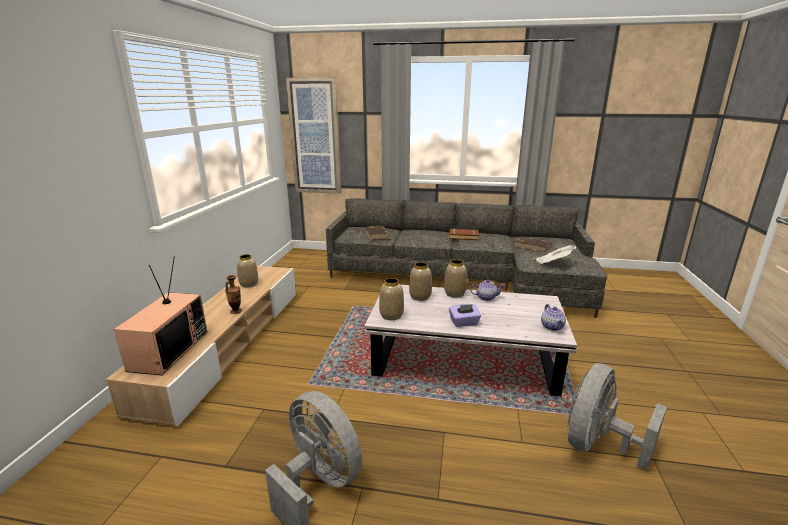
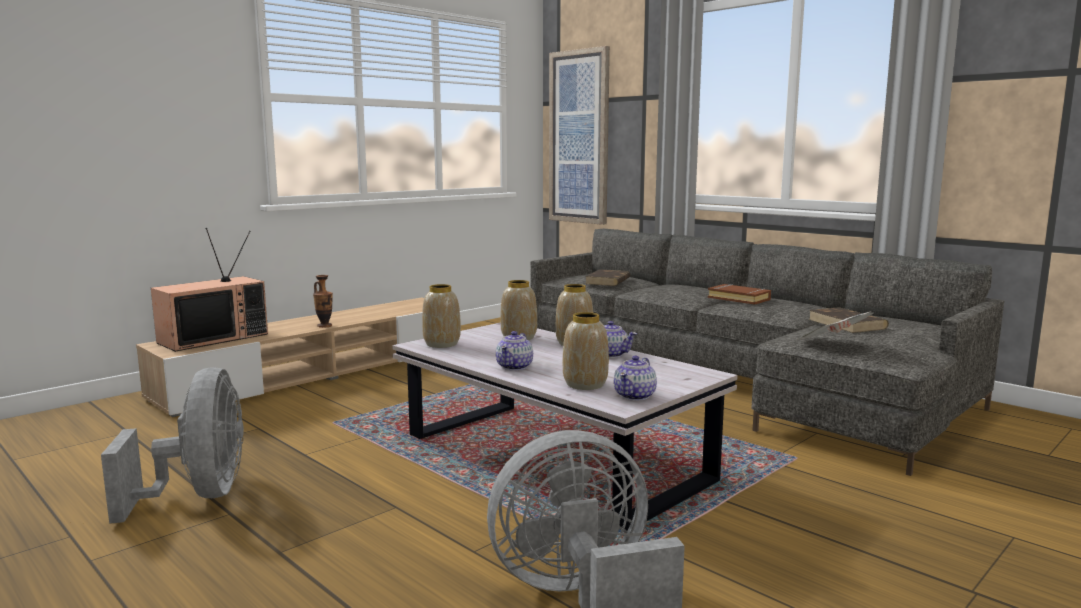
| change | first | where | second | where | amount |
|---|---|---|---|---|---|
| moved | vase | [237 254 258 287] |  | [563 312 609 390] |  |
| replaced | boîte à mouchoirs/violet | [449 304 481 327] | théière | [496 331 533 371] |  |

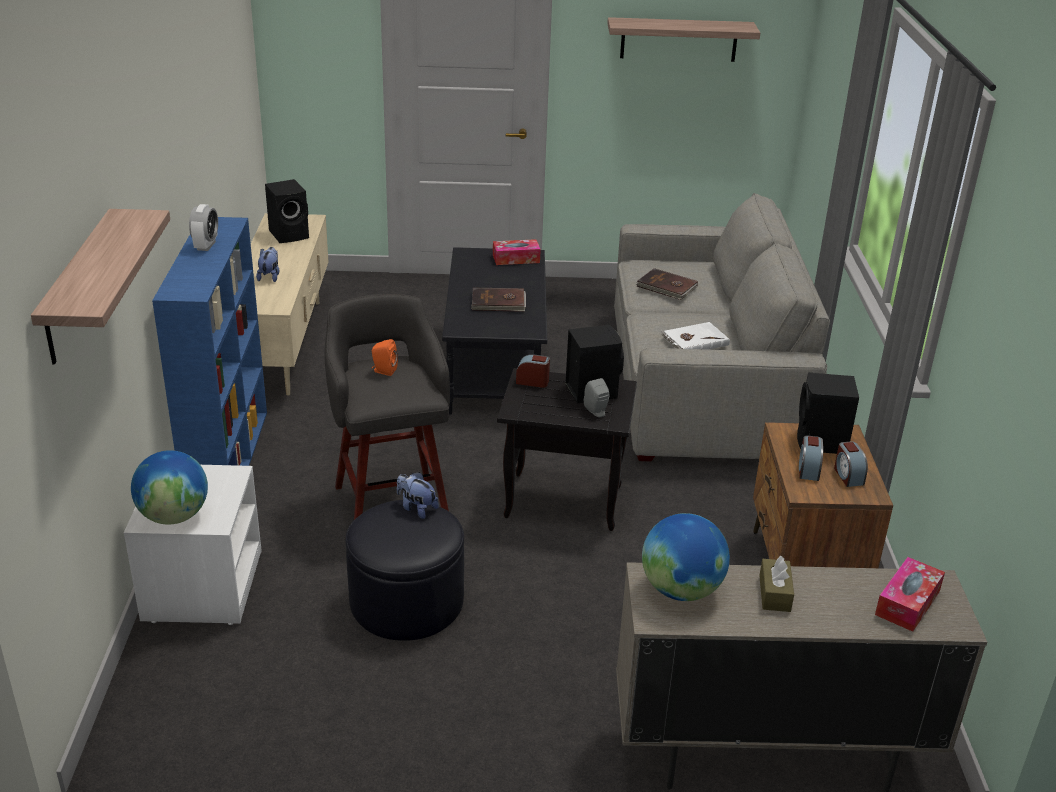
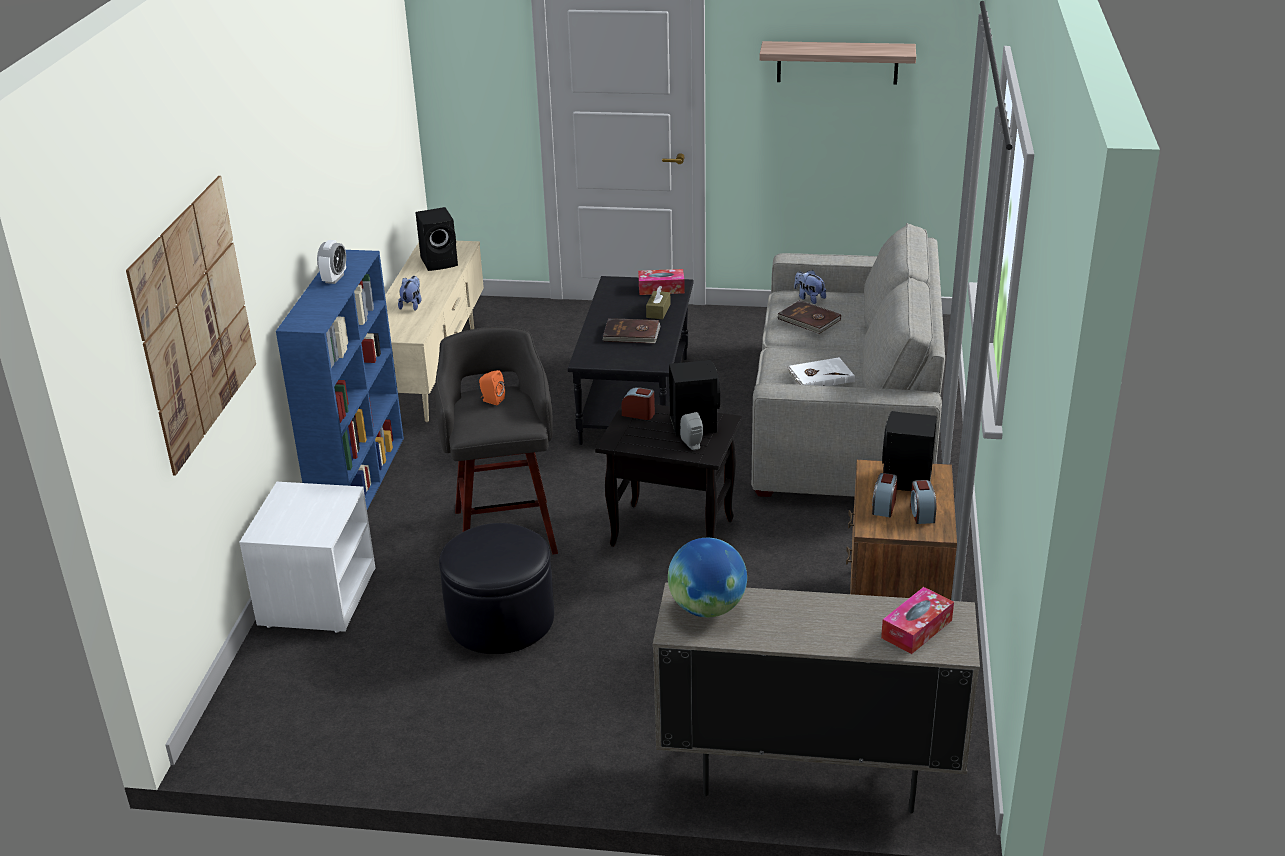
| change | first | where | second | where | amount |
|---|---|---|---|---|---|
| removed | globe | [131 450 208 525] |  |  |  |
| moved | peluche | [397 472 439 519] |  | [794 270 826 304] |  |
| moved | boîte à mouchoirs/marron | [759 556 794 612] |  | [646 286 671 319] |  |
| replaced | étagère | [31 209 170 364] | tableau | [126 176 256 476] |  |

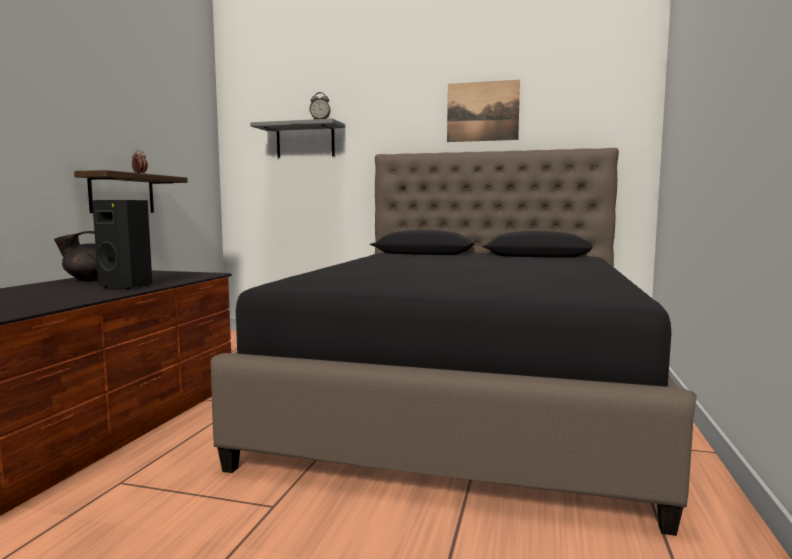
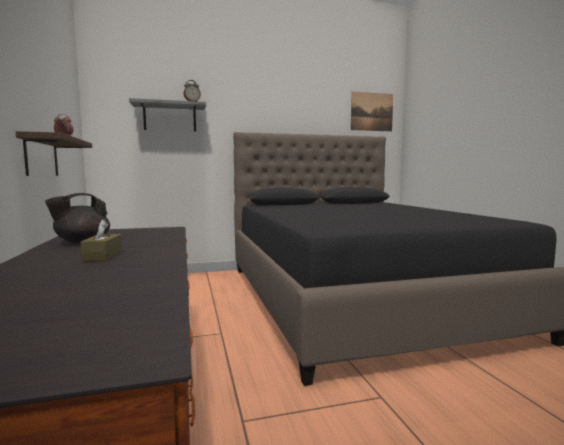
| change | first | where | second | where | amount |
|---|---|---|---|---|---|
| removed | enceinte/noir | [92 200 152 289] |  |  |  |
| added |  |  | boîte à mouchoirs/marron | [80 219 122 261] |  |
| moved | tableau | [447 80 520 142] |  | [351 92 393 132] |  |

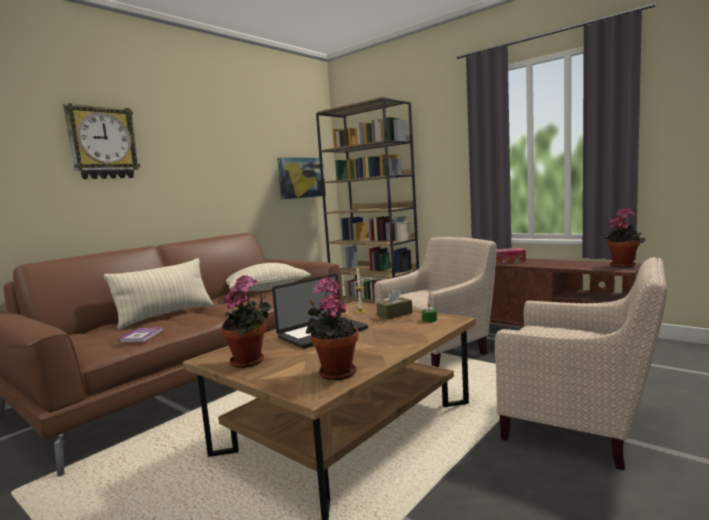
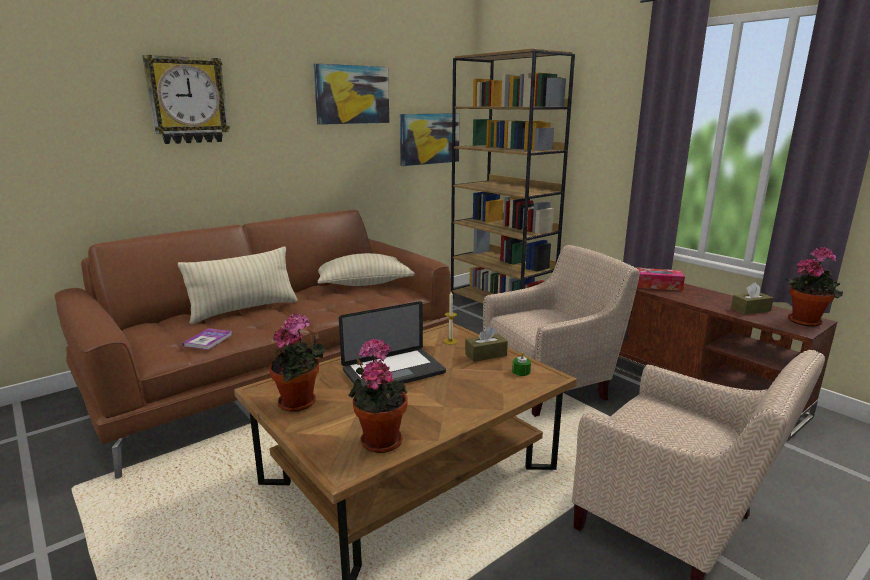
| change | first | where | second | where | amount |
|---|---|---|---|---|---|
| added |  |  | tableau | [313 63 390 125] |  |
| added |  |  | boîte à mouchoirs/marron | [731 282 774 315] |  |

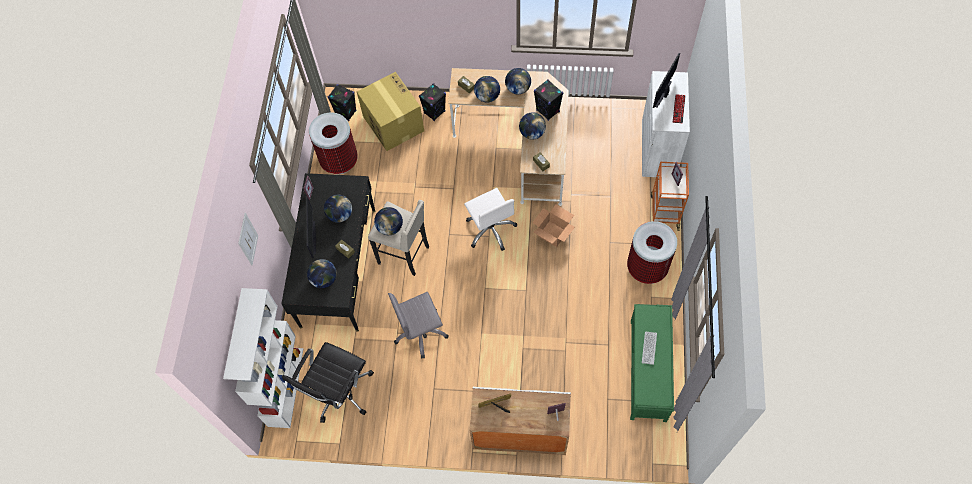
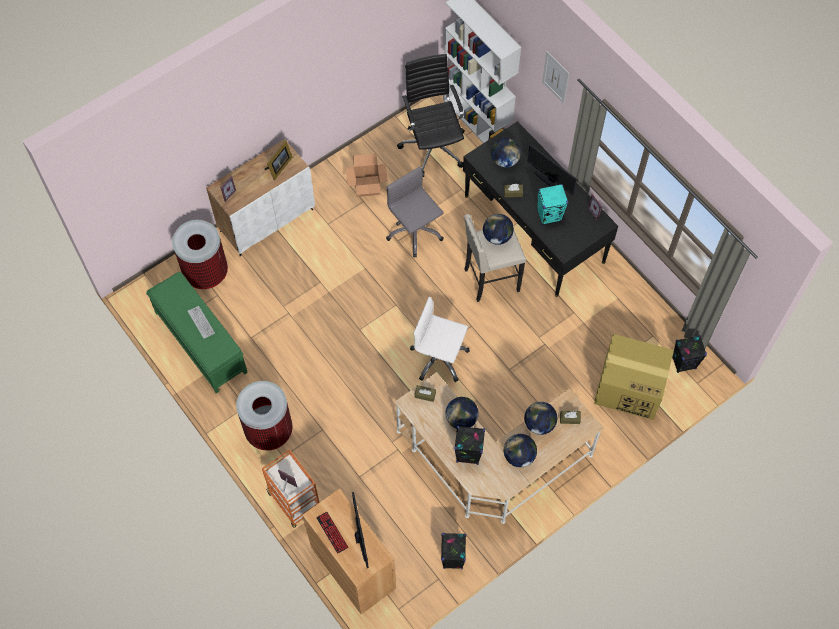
| change | first | where | second | where | amount |
|---|---|---|---|---|---|
| moved | poubelle | [309 113 358 174] |  | [172 220 228 289] |  |
| moved | enceinte/noir | [419 83 446 121] |  | [441 533 466 569] |  |
| moved | carton | [533 205 575 247] |  | [346 154 388 197] |  |
| replaced | globe | [324 195 352 223] | enceinte/turquoise | [537 184 568 225] |  |
| recoloured | meuble de rangement/blanc | [642 71 690 177] | meuble de rangement/marron | [303 488 396 615] |  |
| turned | chaise de bureau/gris | [388 292 449 359] |  | [386 166 444 257] | 60 degrees counterclockwise |

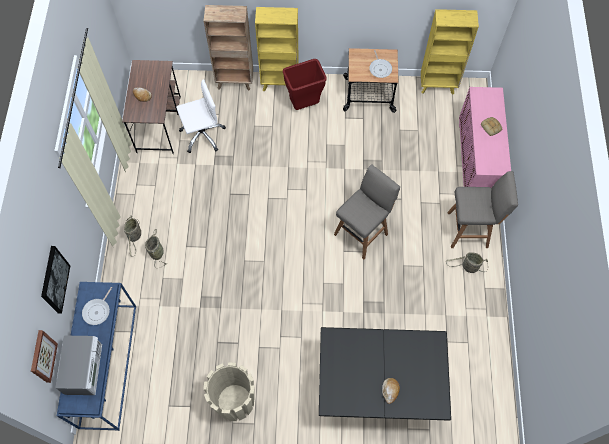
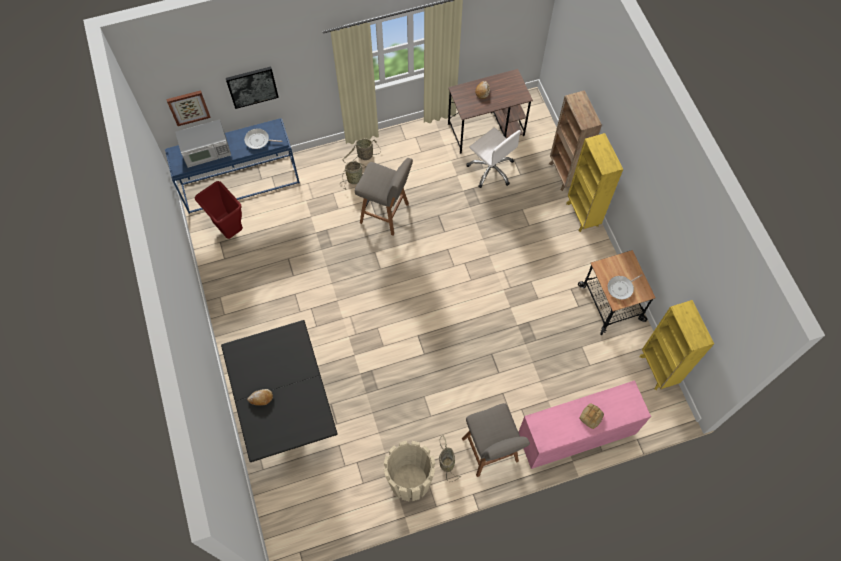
| change | first | where | second | where | amount |
|---|---|---|---|---|---|
| moved | cache-pot/beige | [203 362 254 421] |  | [384 441 435 501] |  |
| moved | poubelle/rouge | [283 59 327 110] |  | [195 181 243 239] |  |
| moved | tabouret/gris | [334 164 400 259] |  | [355 158 413 236] |  |

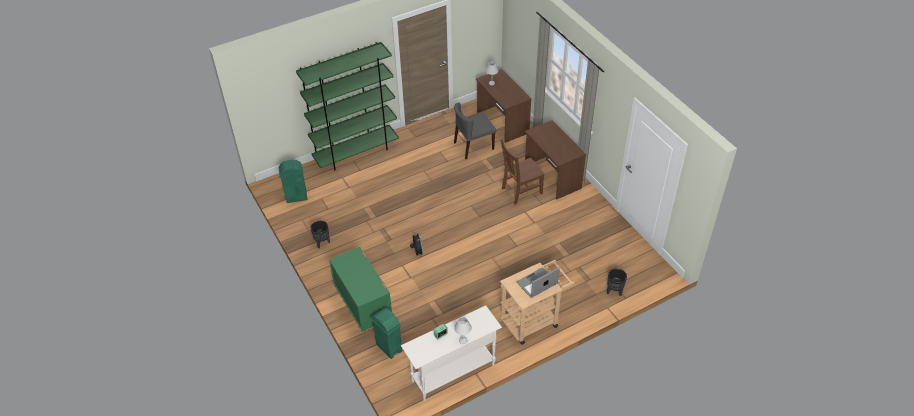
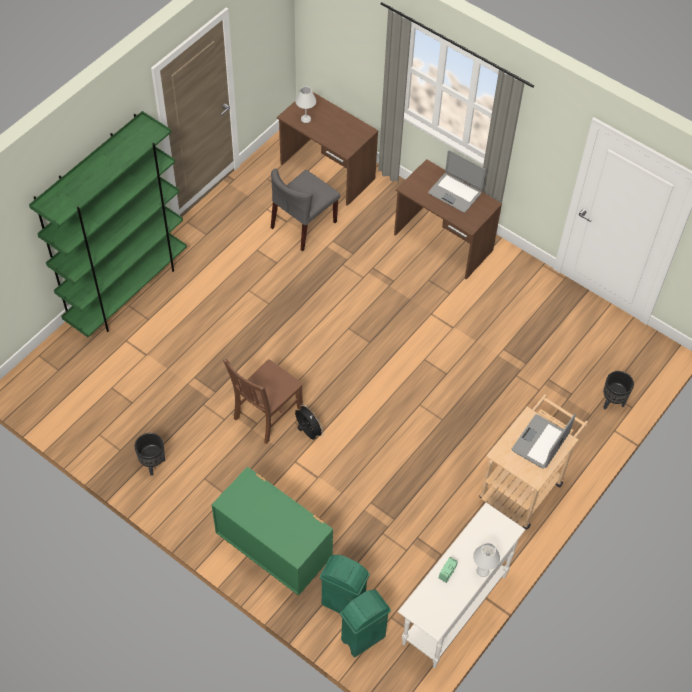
| change | first | where | second | where | amount |
|---|---|---|---|---|---|
| added |  |  | ordinateur portable | [428 150 486 213] |  |
| moved | poubelle/vert | [279 160 308 203] |  | [340 589 391 657] |  |
| moved | chaise/marron | [501 140 544 205] |  | [223 359 303 444] |  |

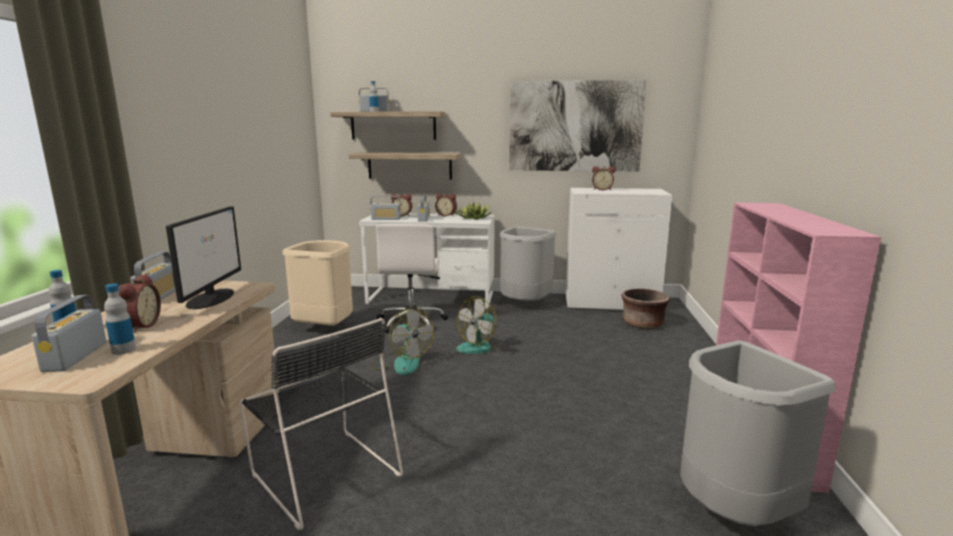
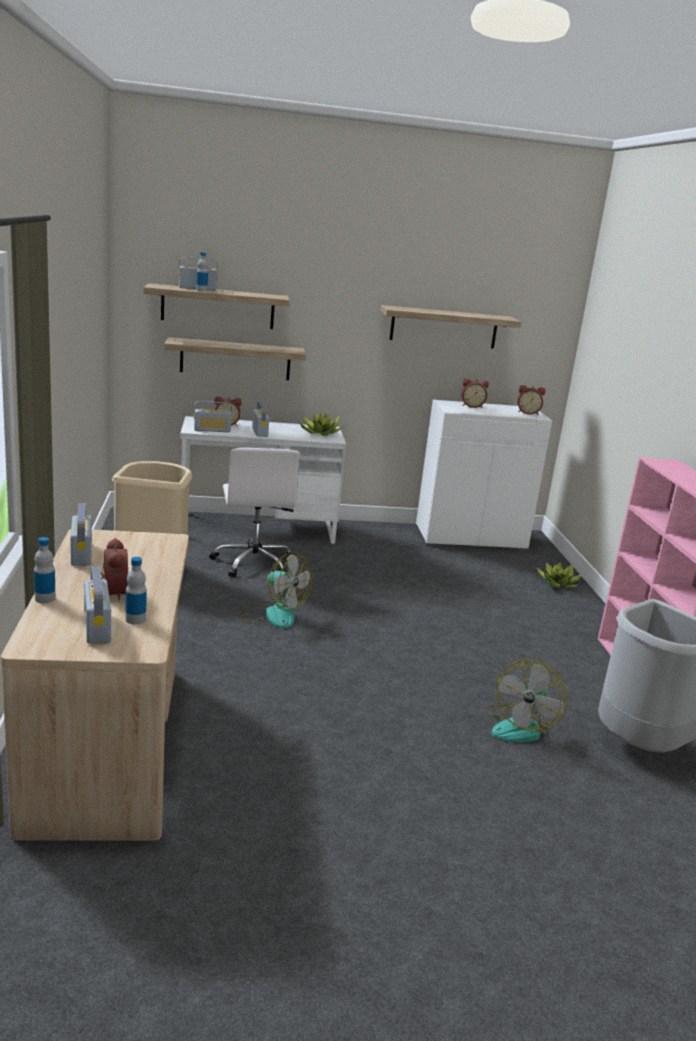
| change | first | where | second | where | amount |
|---|---|---|---|---|---|
| removed | écran d'ordinateur | [166 206 241 309] |  |  |  |
| removed | chaise/noir | [239 318 403 530] |  |  |  |
| removed | poubelle/gris | [499 226 557 301] |  |  |  |
| removed | cache-pot/marron | [621 289 670 329] |  |  |  |
| added |  |  | plante en pot | [536 562 582 588] |  |
| moved | réveil | [435 193 457 216] |  | [517 385 545 415] |  |
| moved | ventilateur | [456 297 502 354] |  | [486 660 567 742] |  |
| replaced | tableau | [509 80 647 171] | étagère | [380 305 521 349] |  |

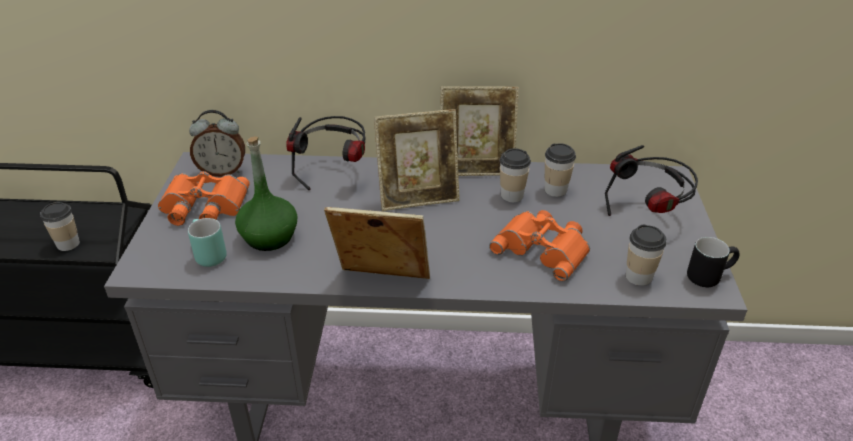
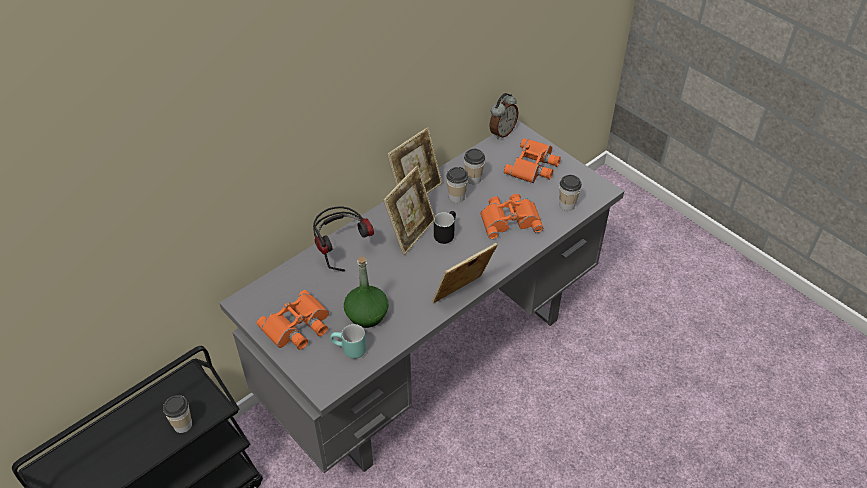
| change | first | where | second | where | amount |
|---|---|---|---|---|---|
| moved | réveil | [189 110 245 177] |  | [489 93 518 140] |  |
| moved | mug/noir | [687 237 740 287] |  | [434 211 456 244] |  |
| replaced | casque audio | [605 145 698 216] | jumelles/orange | [504 138 561 183] |  |

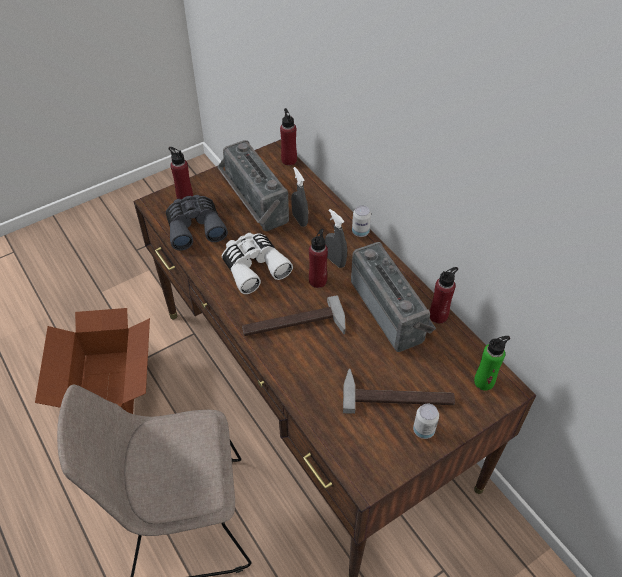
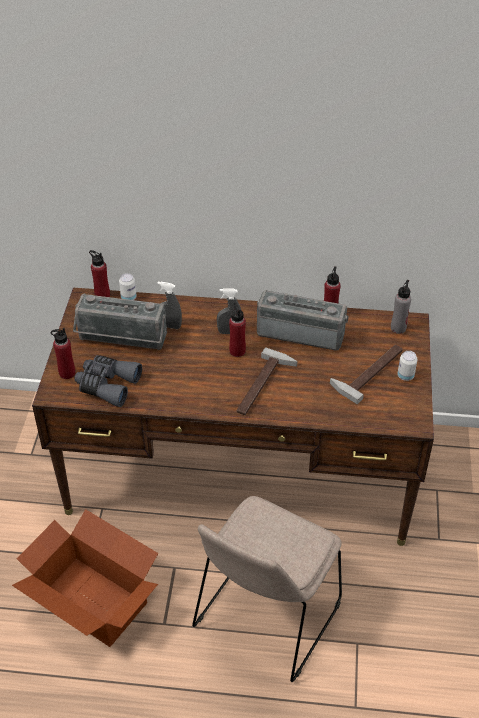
| change | first | where | second | where | amount |
|---|---|---|---|---|---|
| removed | jumelles/blanc | [222 233 293 294] |  |  |  |
| moved | boîte métallique | [352 205 371 237] |  | [119 273 137 300] |  |
| recoloured | bouteille/vert | [474 336 510 391] | bouteille/gris | [391 280 411 334] |  |

